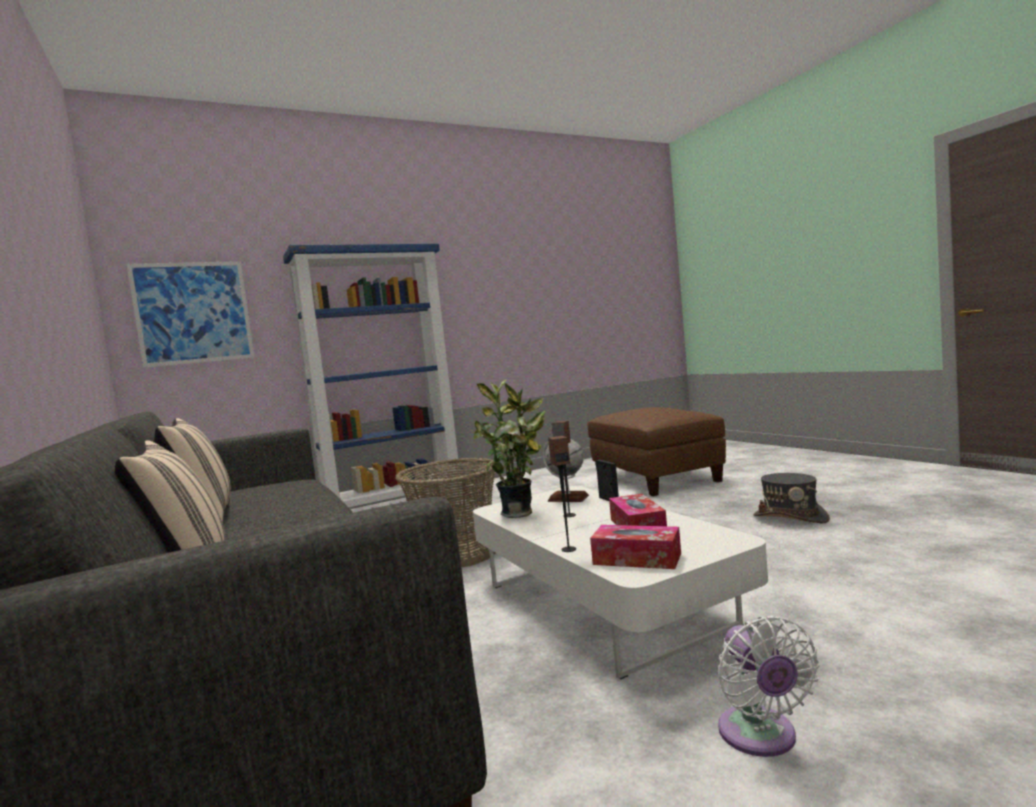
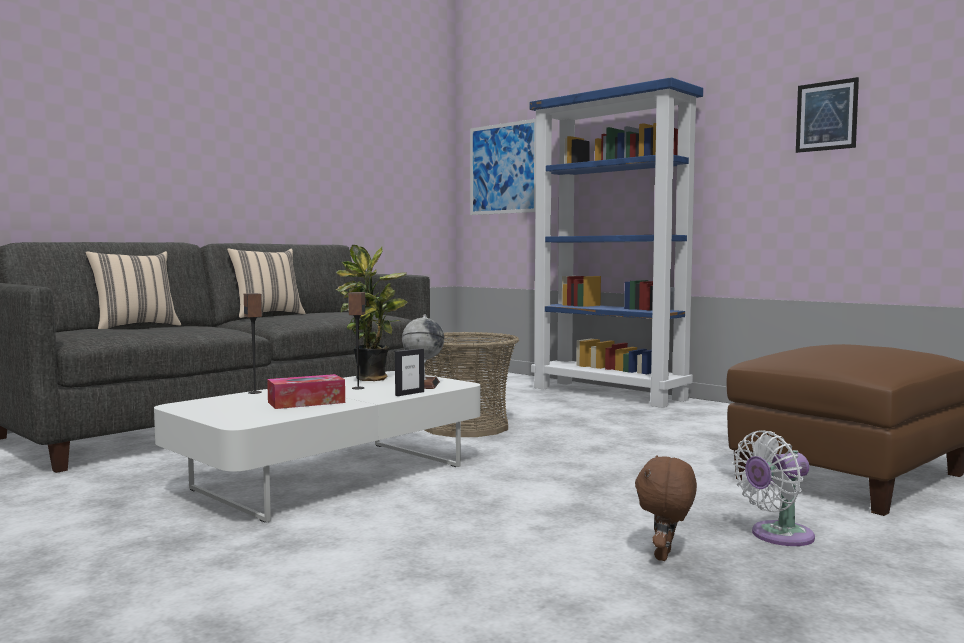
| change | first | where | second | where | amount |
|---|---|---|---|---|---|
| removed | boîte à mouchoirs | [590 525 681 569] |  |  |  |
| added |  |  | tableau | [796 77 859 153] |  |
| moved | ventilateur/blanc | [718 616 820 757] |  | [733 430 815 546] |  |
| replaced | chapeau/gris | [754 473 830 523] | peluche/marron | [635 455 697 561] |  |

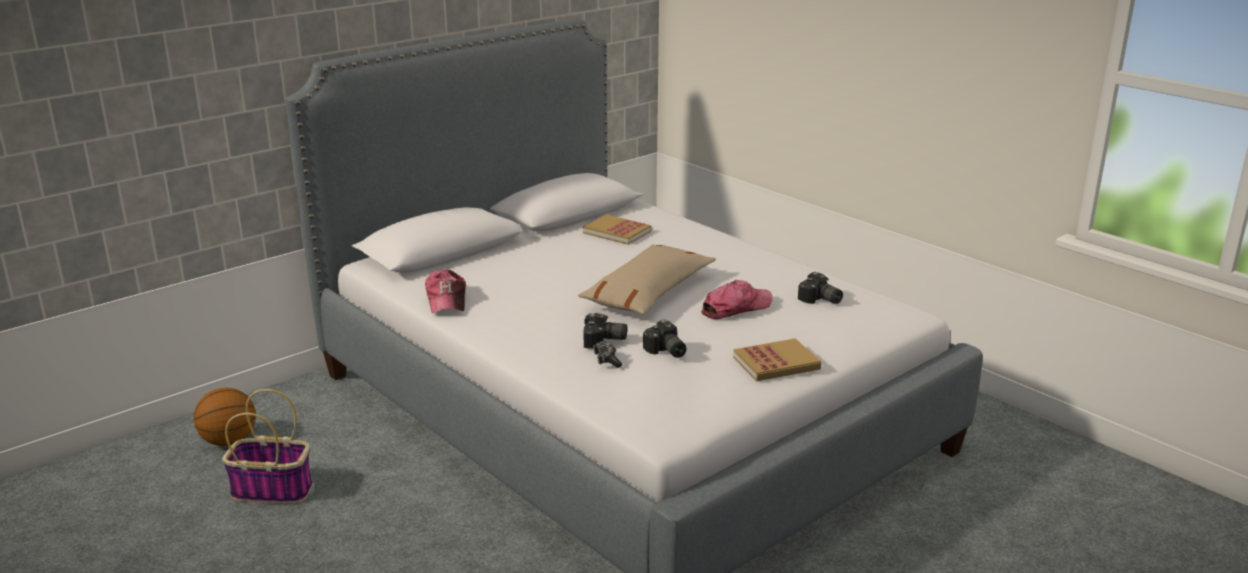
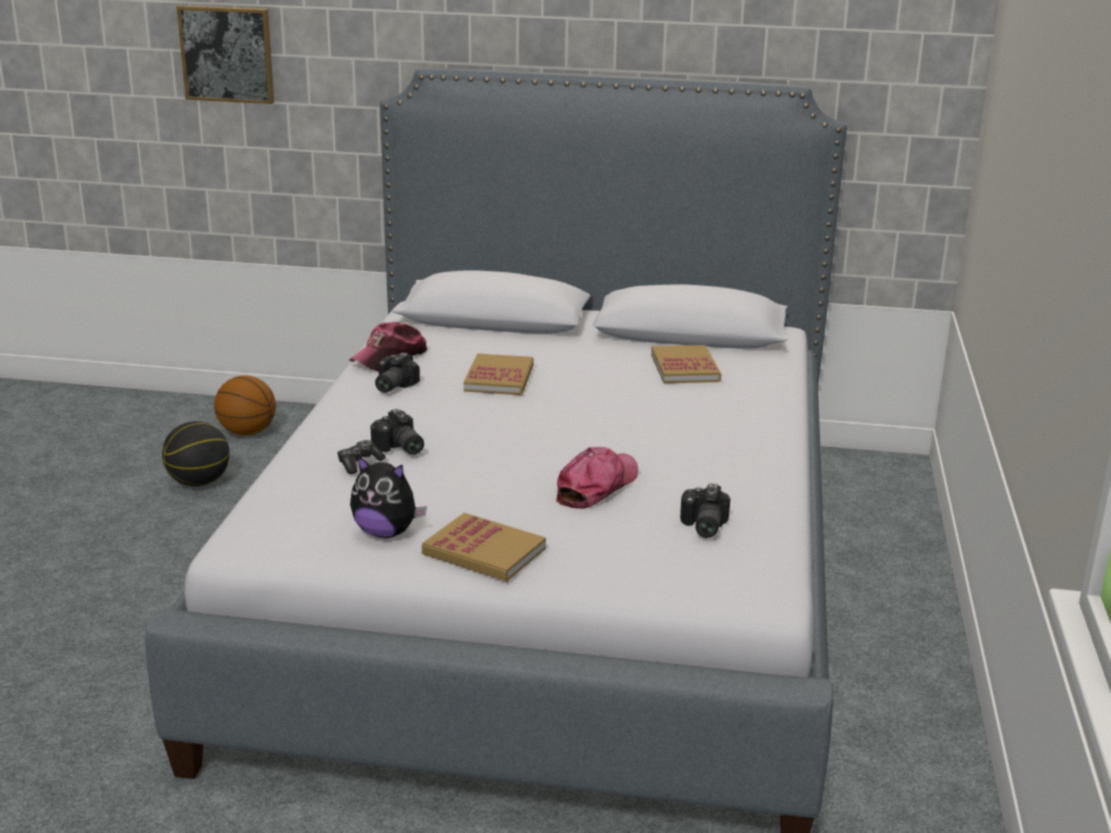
| change | first | where | second | where | amount |
|---|---|---|---|---|---|
| removed | coussin/beige | [578 245 716 315] |  |  |  |
| added |  |  | tableau | [177 5 274 104] |  |
| added |  |  | peluche | [350 456 427 538] |  |
| added |  |  | livre | [464 353 534 395] |  |
| moved | appareil photo | [643 319 686 358] |  | [375 353 420 393] |  |
| replaced | panier | [222 389 313 504] | ballon de basket | [162 421 230 486] |  |
| turned | casquette | [701 280 773 319] |  | [556 447 638 509] | 75 degrees counterclockwise |

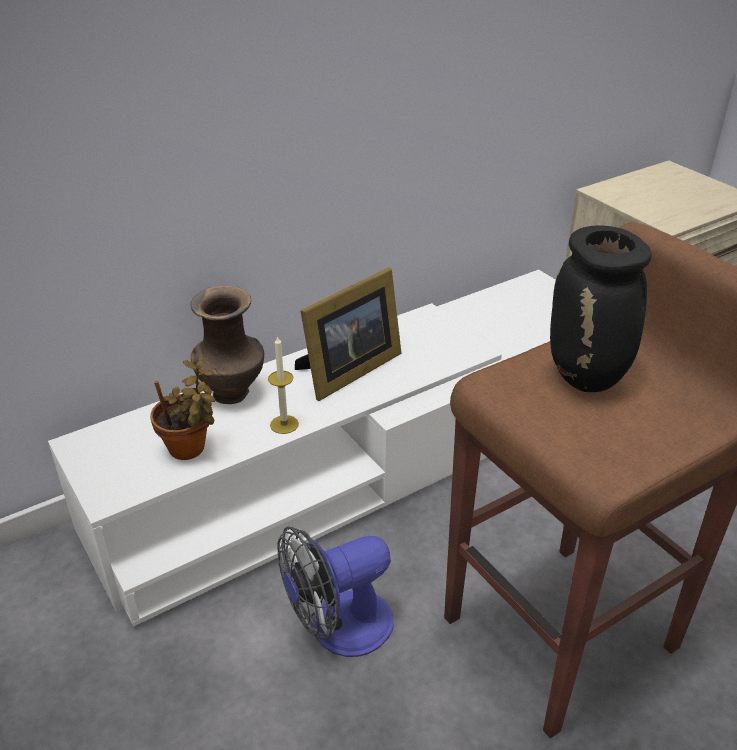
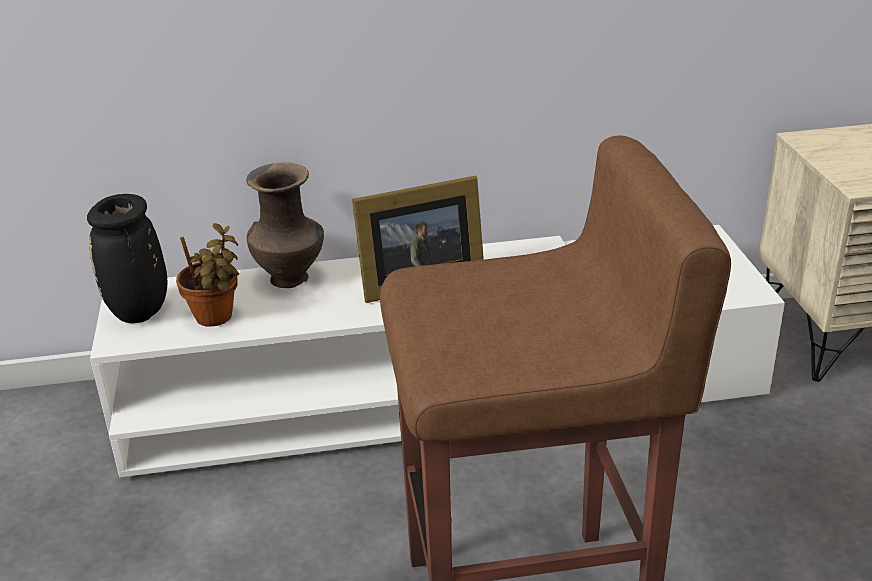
| change | first | where | second | where | amount |
|---|---|---|---|---|---|
| removed | bougie | [268 335 299 434] |  |  |  |
| removed | ventilateur | [277 527 394 657] |  |  |  |
| moved | vase/noir | [550 225 652 392] |  | [87 194 167 323] |  |

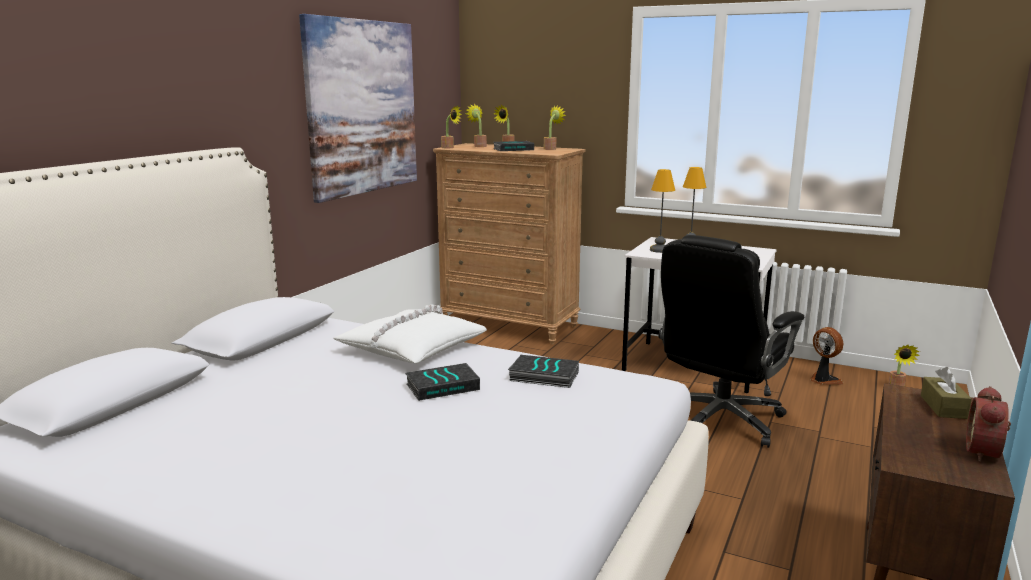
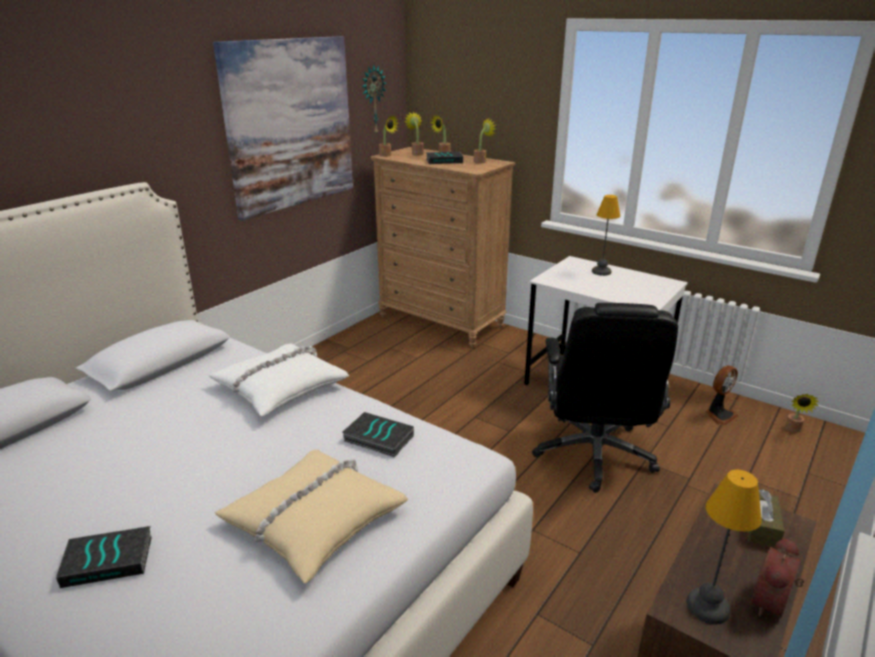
| change | first | where | second | where | amount |
|---|---|---|---|---|---|
| added |  |  | coussin/beige | [215 449 408 584] |  |
| added |  |  | horloge murale | [361 64 387 136] |  |
| moved | livre | [405 363 480 401] |  | [56 526 152 588] |  |
| moved | lampe de table | [650 169 675 253] |  | [687 469 762 624] |  |
| turned | chaise de bureau/noir | [658 235 804 448] |  | [532 303 678 493] | 45 degrees counterclockwise |
| turned | ventilateur | [811 327 844 385] |  | [705 365 738 426] | 75 degrees clockwise |

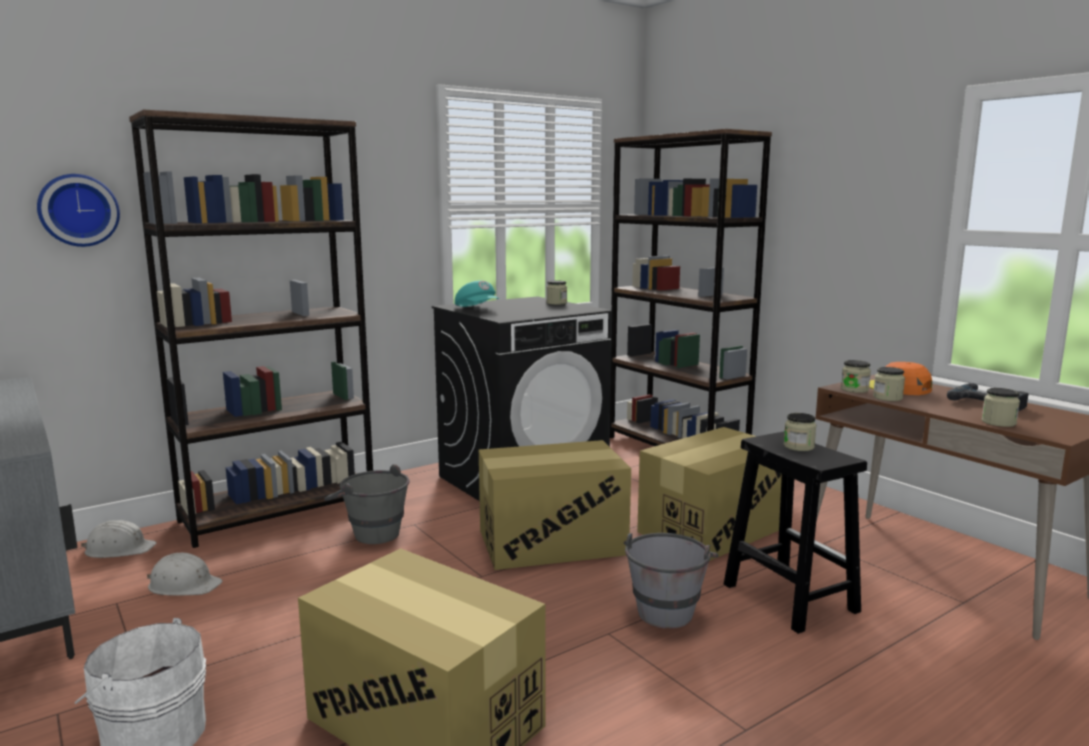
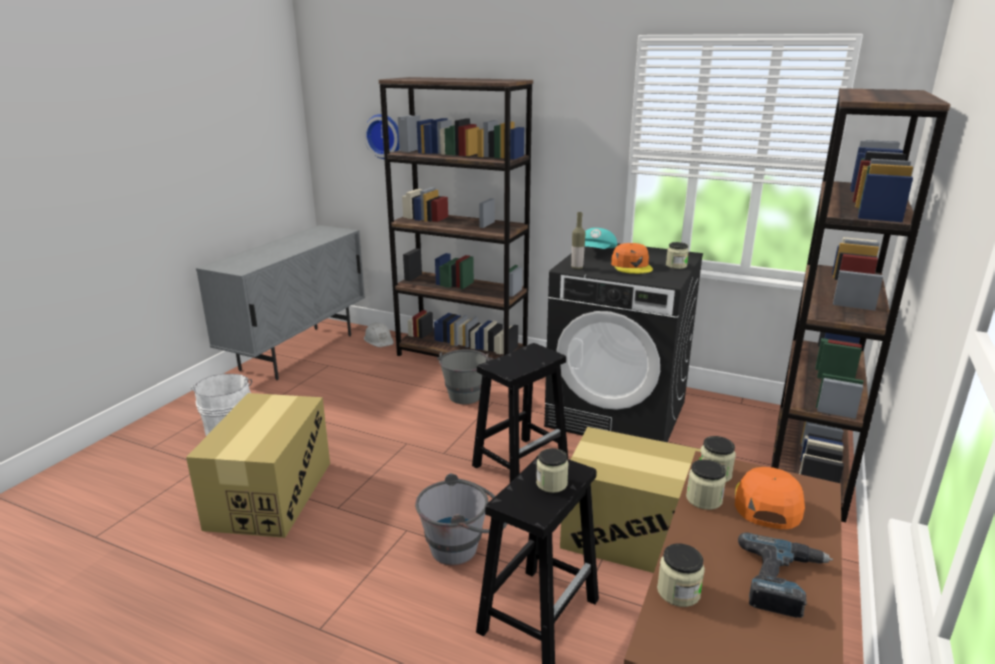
| change | first | where | second | where | amount |
|---|---|---|---|---|---|
| removed | casque de chantier/blanc | [147 553 223 596] |  |  |  |
| added |  |  | bouteille | [571 212 586 269] |  |
| added |  |  | casquette/orange | [611 243 653 274] |  |
| replaced | carton | [479 440 631 570] | tabouret/noir | [472 343 568 483] |  |

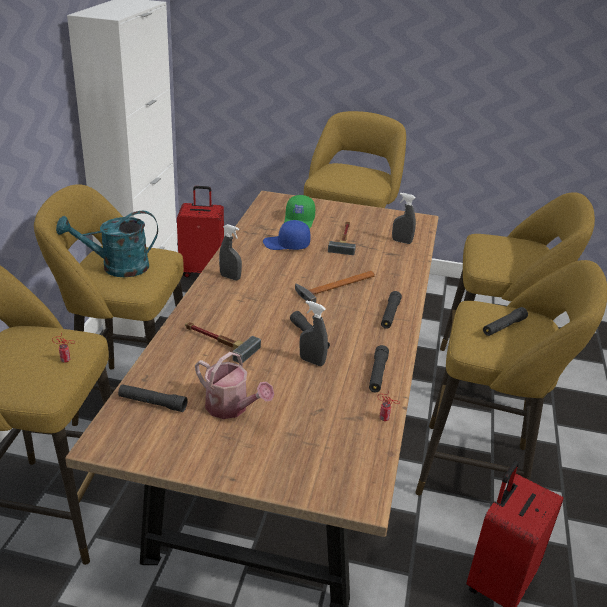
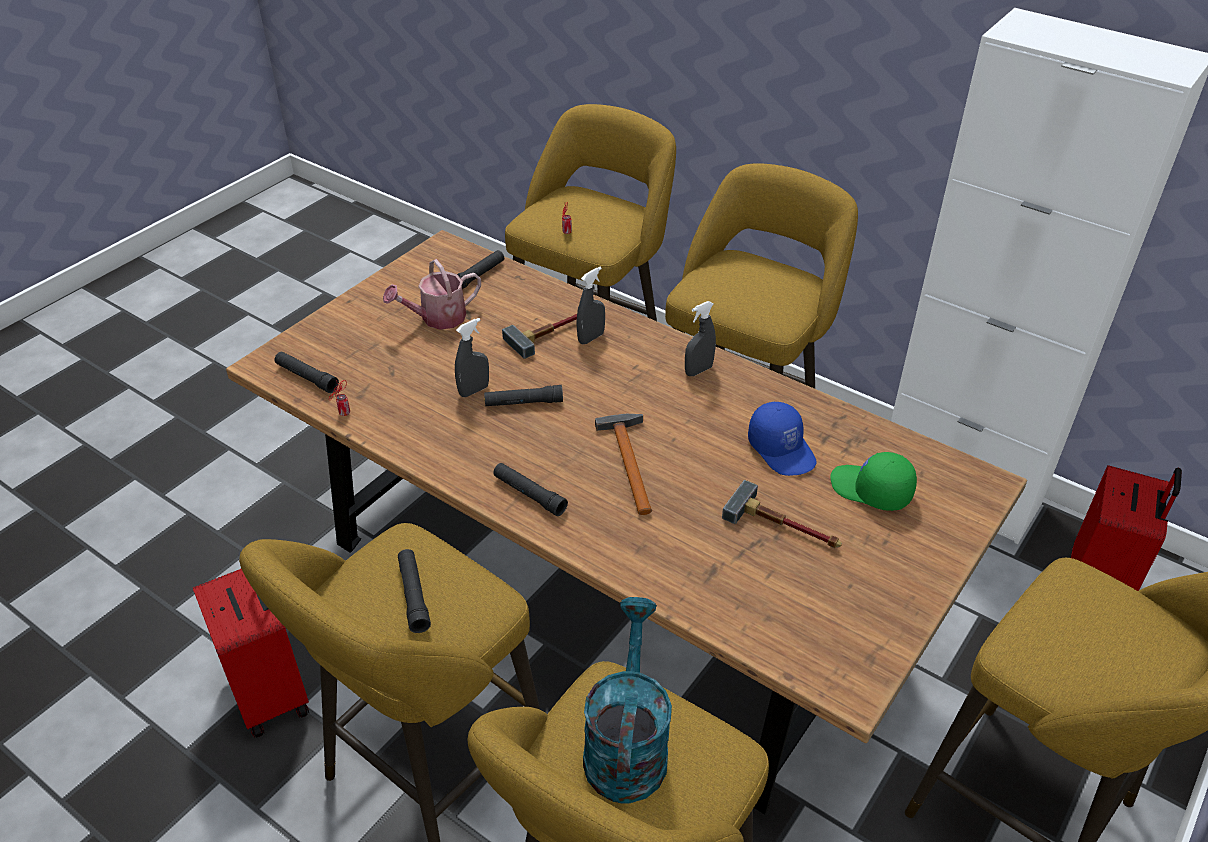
| change | first | where | second | where | amount |
|---|---|---|---|---|---|
| moved | arrosoir/turquoise | [56 211 158 277] |  | [583 597 672 803] |  |
| moved | lampe de poche/noir | [369 345 389 392] |  | [275 352 339 393] |  |
| moved | vaporisateur/gris | [392 193 416 244] |  | [576 267 605 344] |  |
| turned | casquette/bleu | [263 220 311 250] |  | [748 401 817 476] | 120 degrees clockwise |

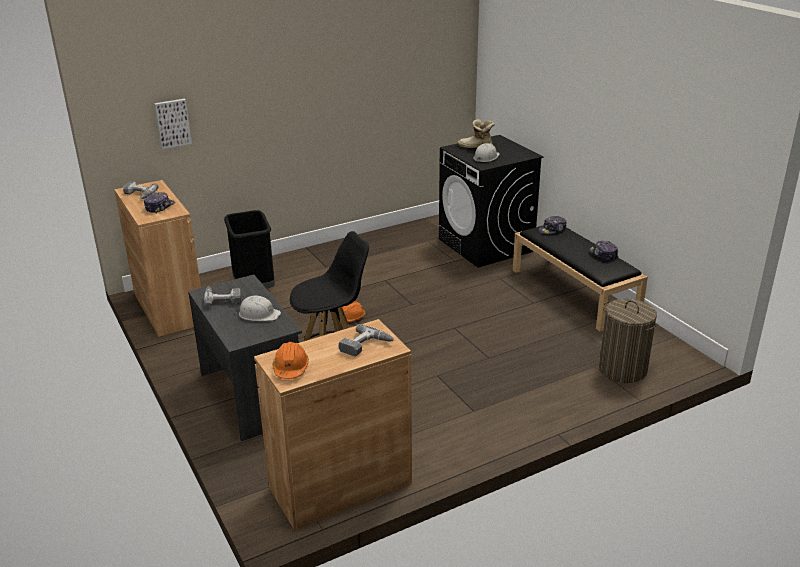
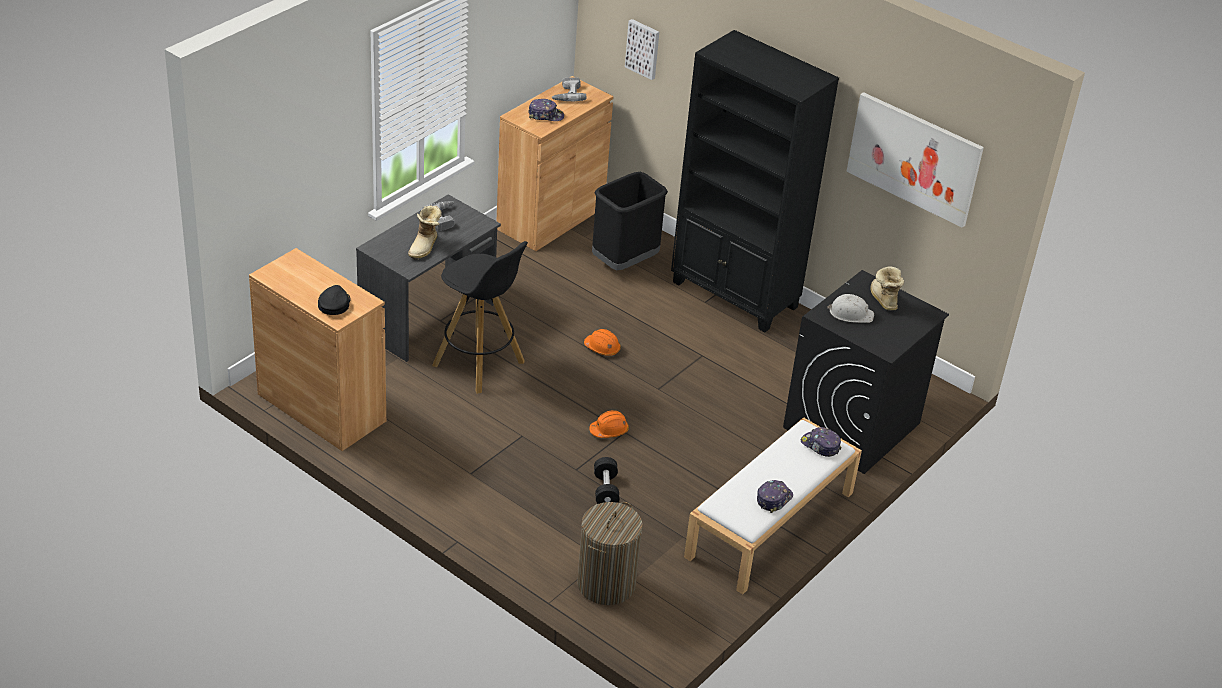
| change | first | where | second | where | amount |
|---|---|---|---|---|---|
| added |  |  | haltère/noir | [594 457 619 504] |  |
| added |  |  | bibliothèque/noir | [671 30 839 332] |  |
| added |  |  | tableau | [846 92 984 228] |  |
| moved | casque de chantier/orange | [273 342 309 379] |  | [589 410 629 438] |  |
| replaced | casque de chantier/blanc | [236 296 281 321] | botte | [408 206 442 260] |  |
| replaced | perceuse | [339 324 394 356] | casquette/noir | [318 285 351 315] |  |
| recoloured | banc/noir | [513 225 648 331] | banc/blanc | [684 417 862 594] |  |

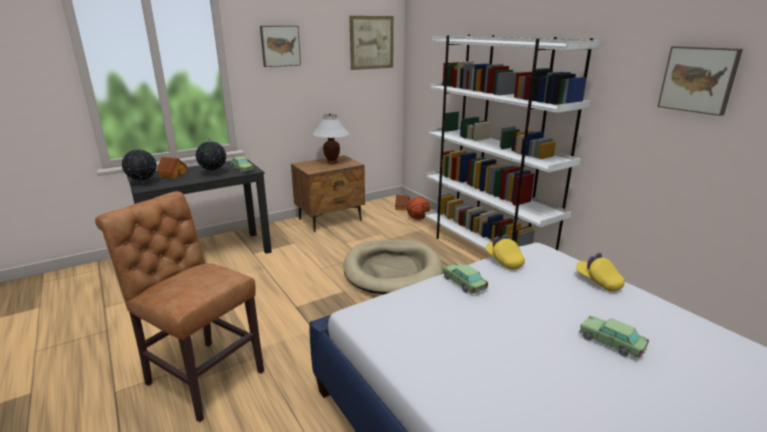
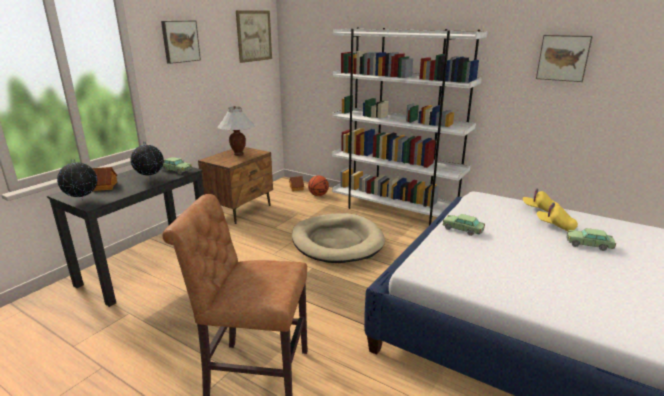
| change | first | where | second | where | amount |
|---|---|---|---|---|---|
| moved | casquette/jaune | [486 234 525 269] |  | [537 202 578 231] |  |

